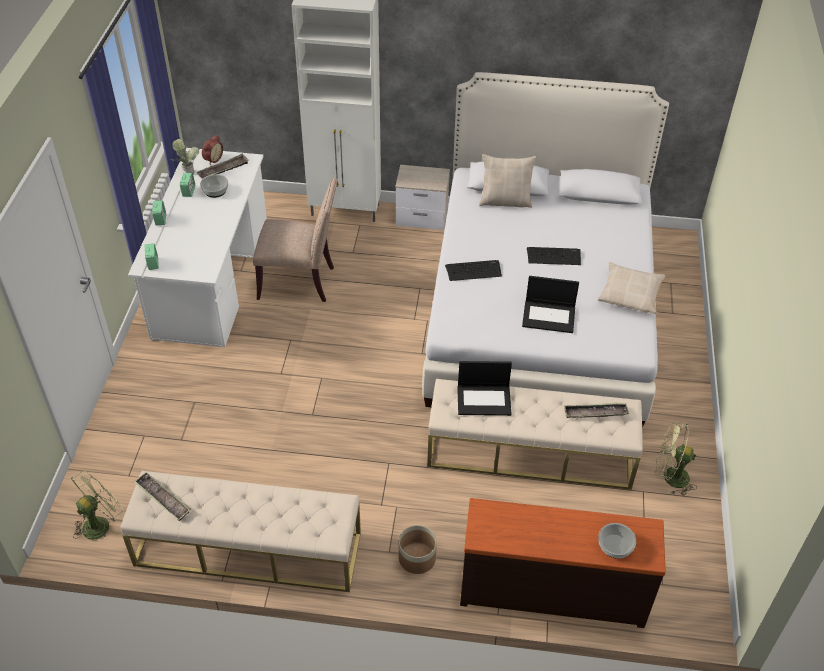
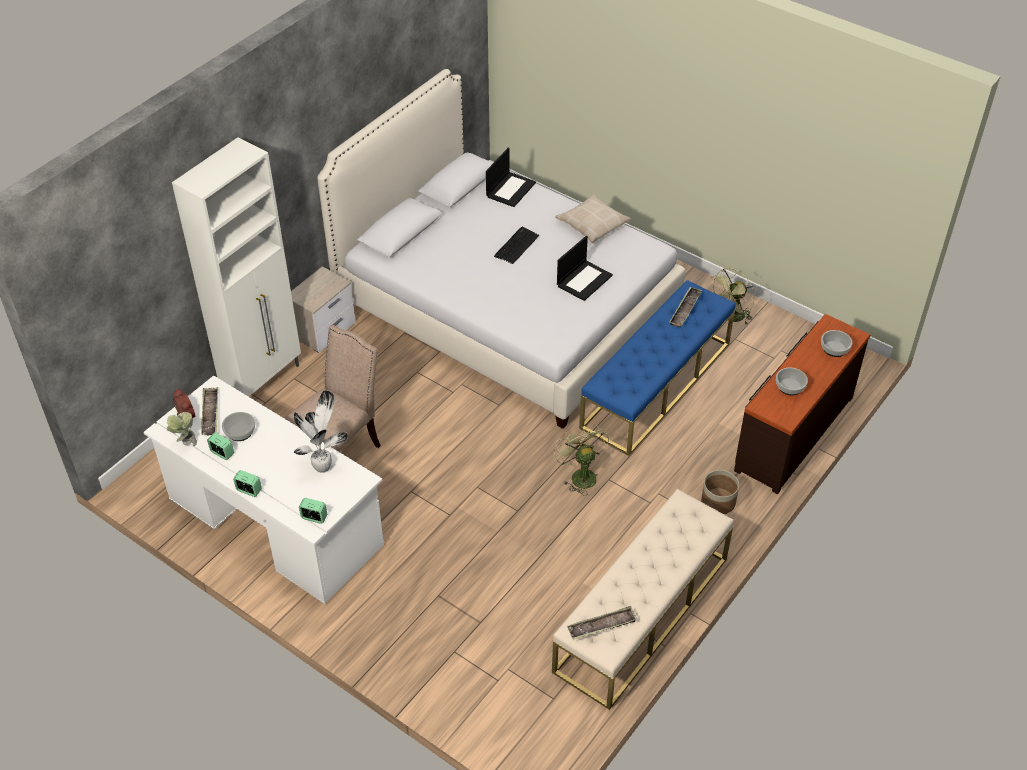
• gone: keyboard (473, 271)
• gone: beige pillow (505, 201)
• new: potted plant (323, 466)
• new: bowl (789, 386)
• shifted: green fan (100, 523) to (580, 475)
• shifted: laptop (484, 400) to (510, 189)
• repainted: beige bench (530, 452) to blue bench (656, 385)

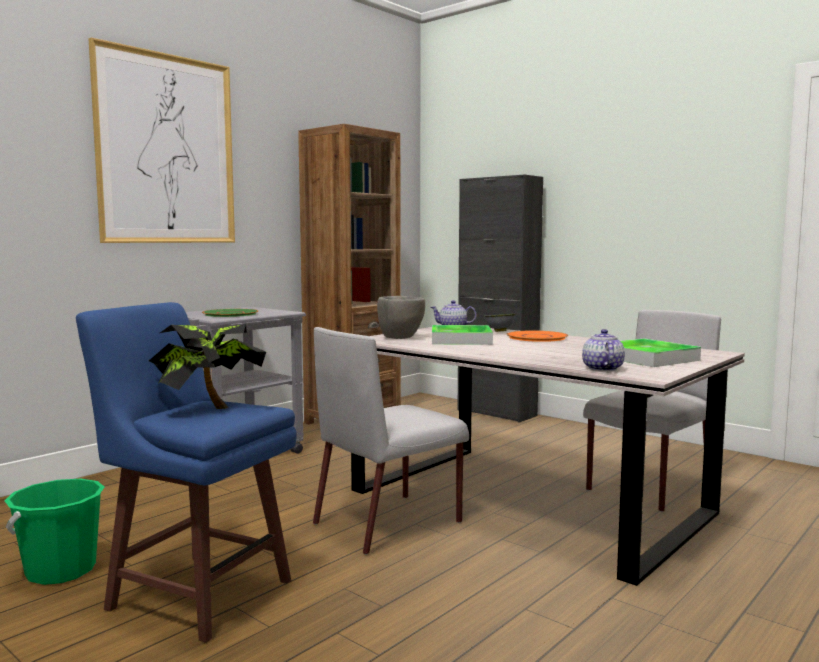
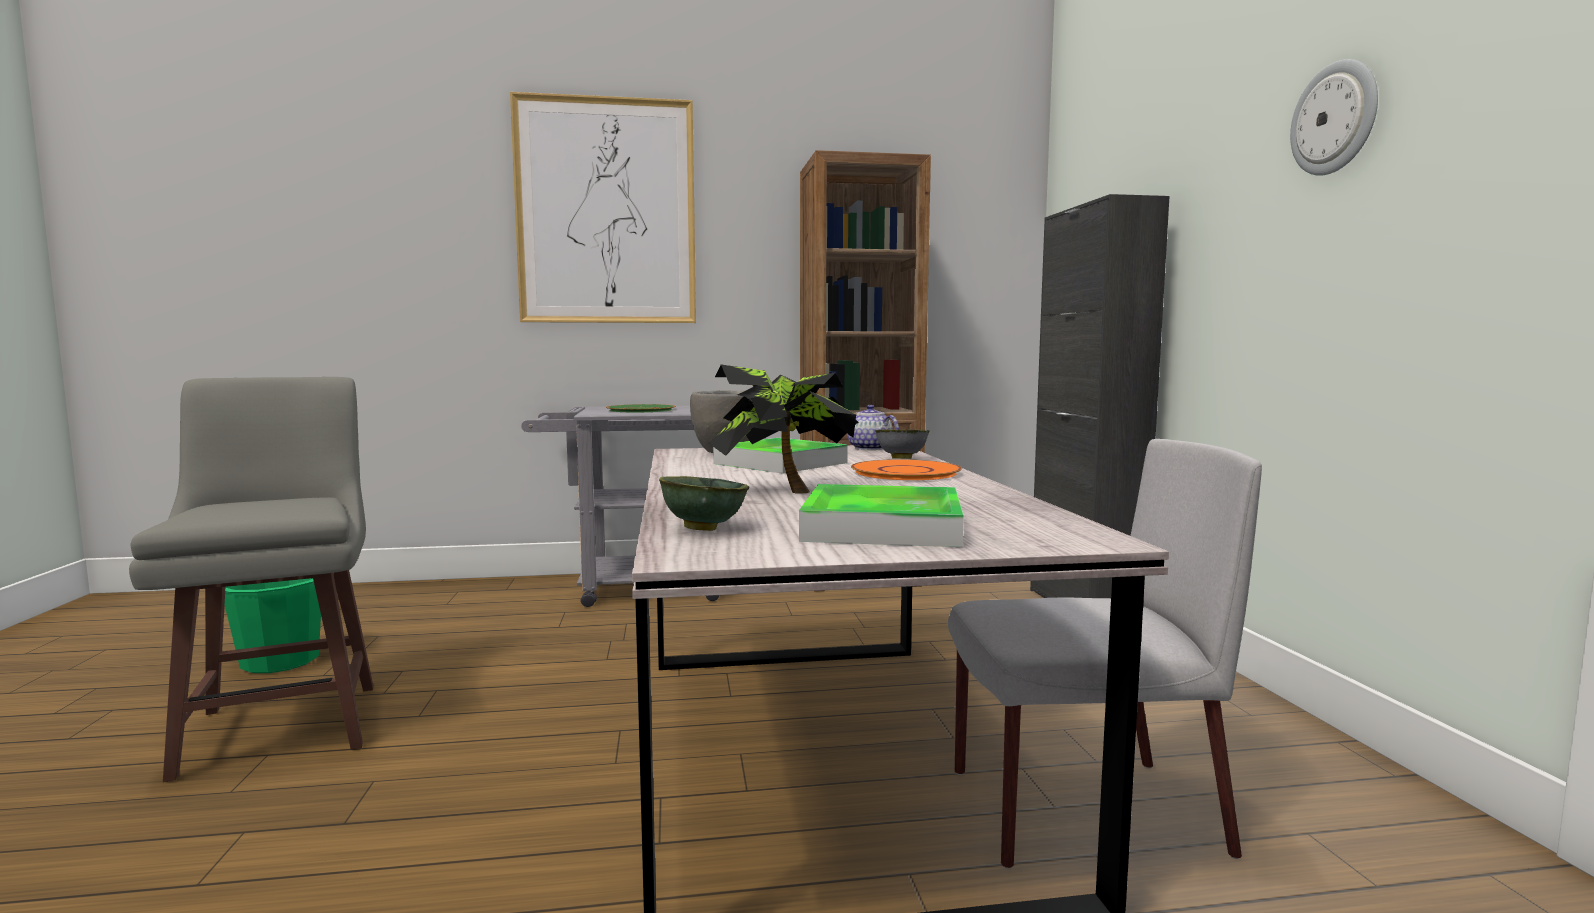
• gone: grey chair (389, 522)
• new: wall clock (1335, 118)
• shifted: potted plant (207, 408) to (783, 490)
• swapped: teapot (602, 369) to green bowl (702, 528)
• repainted: blue stool (197, 593) to grey stool (285, 726)

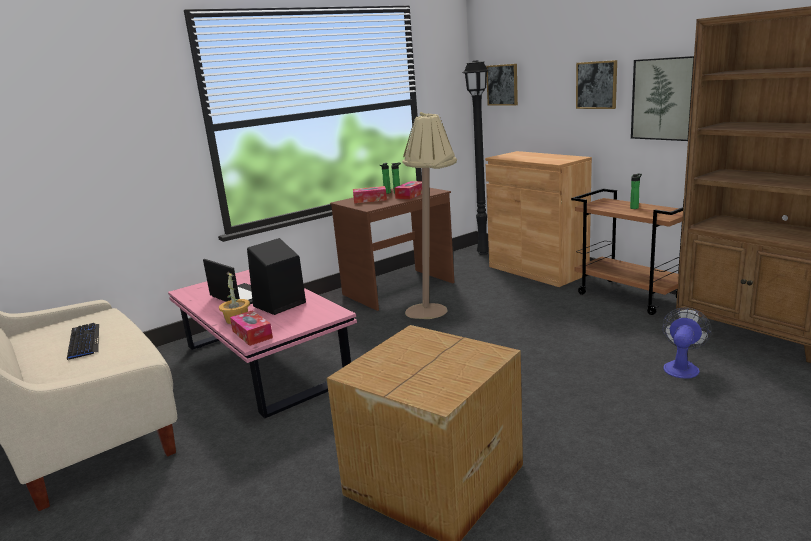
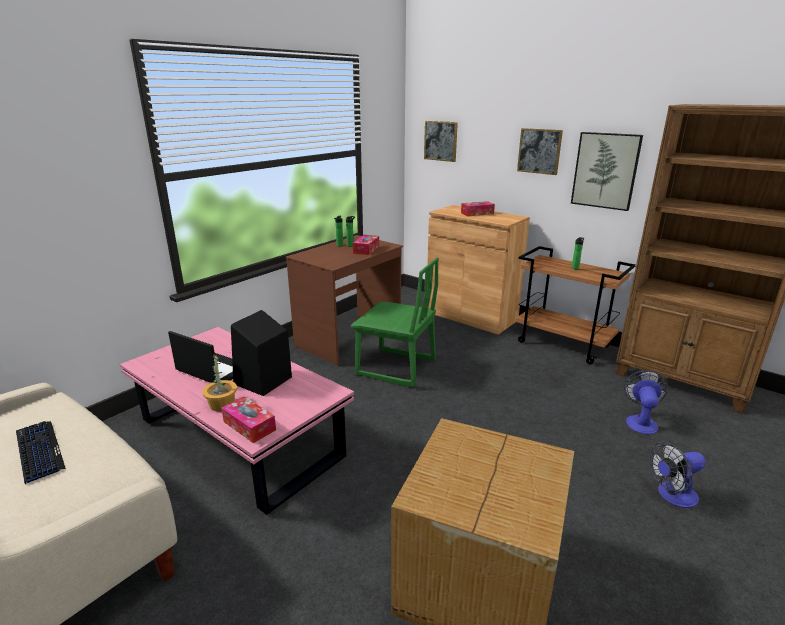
• gone: black floor lamp (484, 253)
• new: fan (672, 496)
• shifted: tissue box (370, 200) to (477, 213)
• swapped: beige floor lamp (434, 314) to green chair (395, 368)

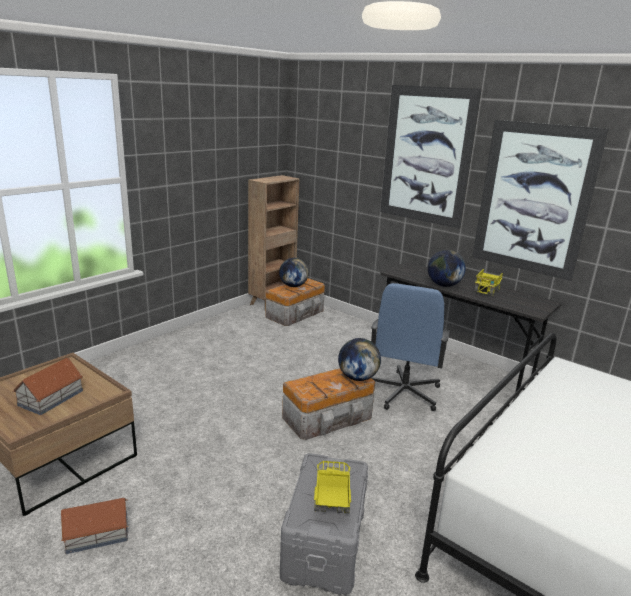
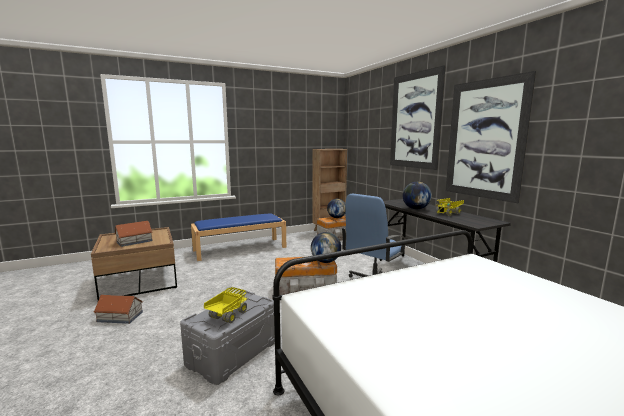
• new: blue bench (240, 248)

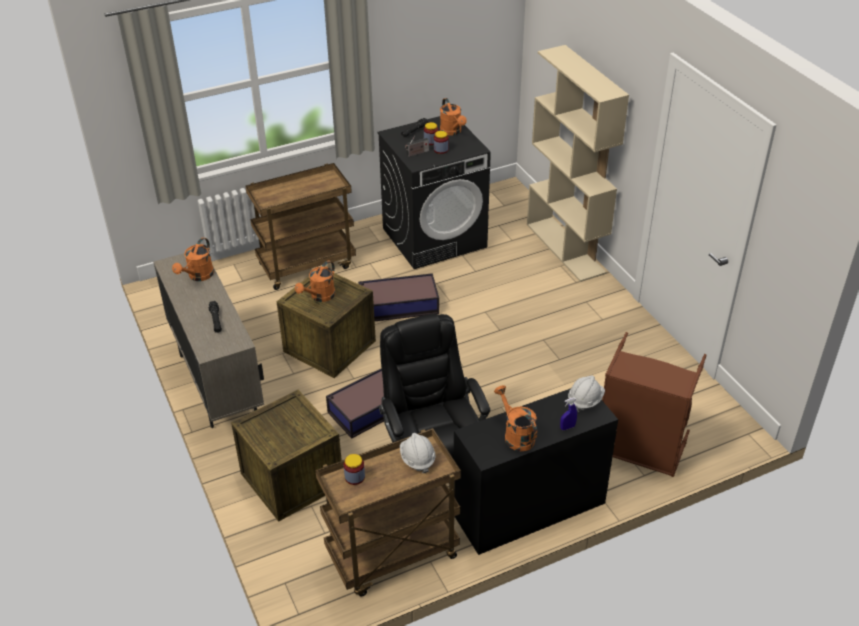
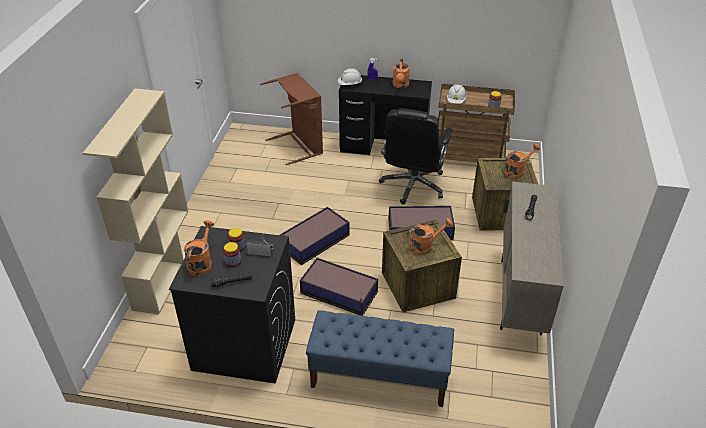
• new: storage box (314, 241)
• shifted: orange watering can (198, 276) to (516, 171)
• swapped: brown cart (307, 264) to blue bench (379, 377)

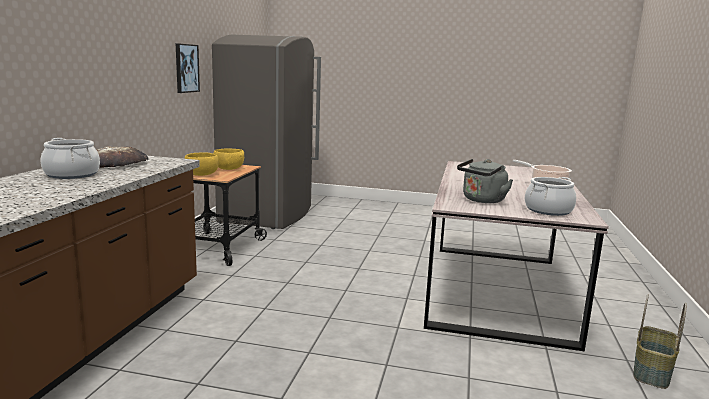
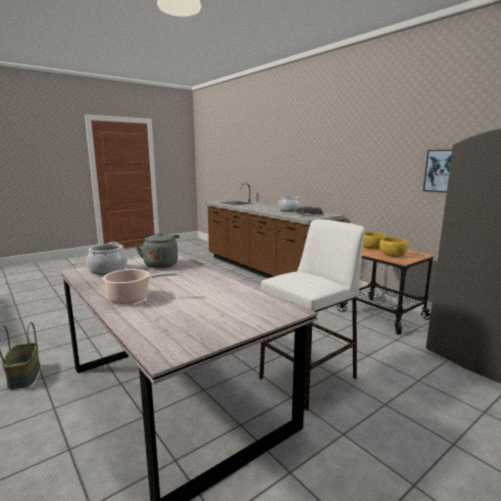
• new: white stool (308, 377)

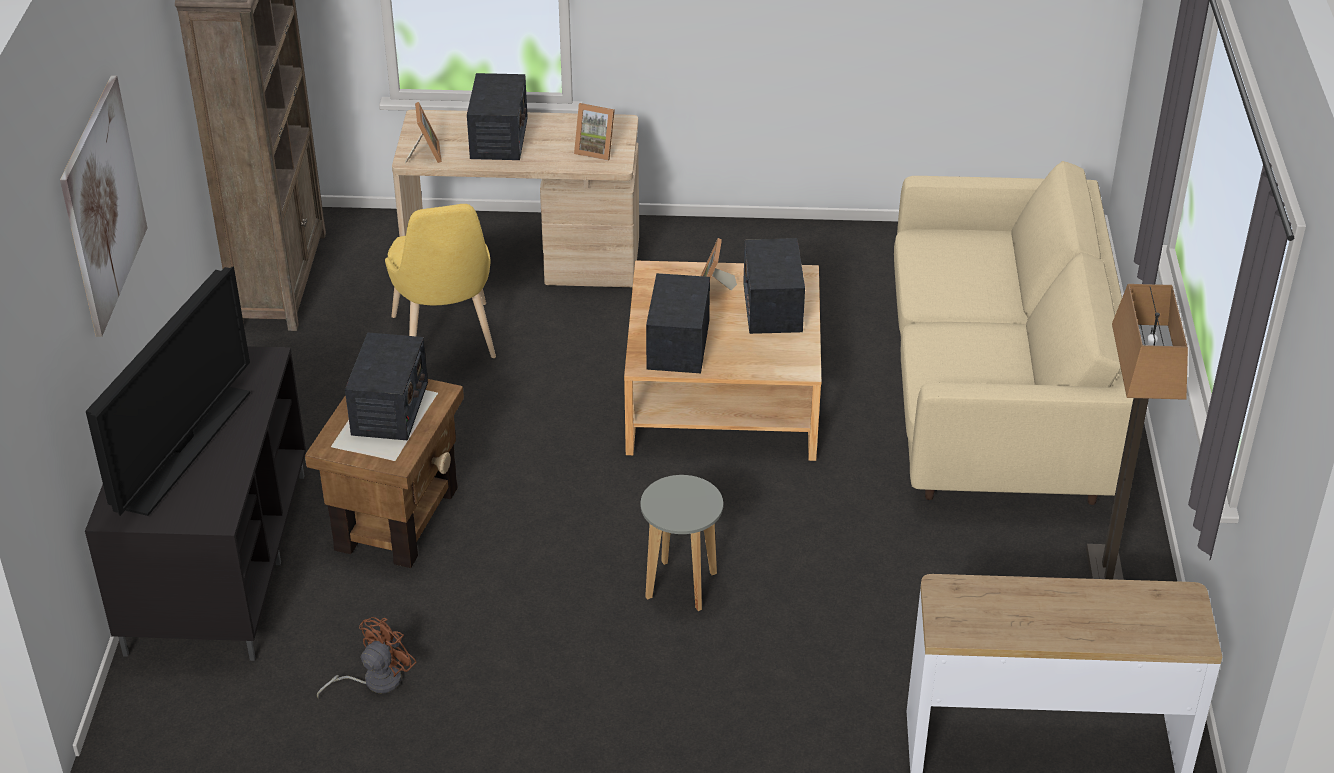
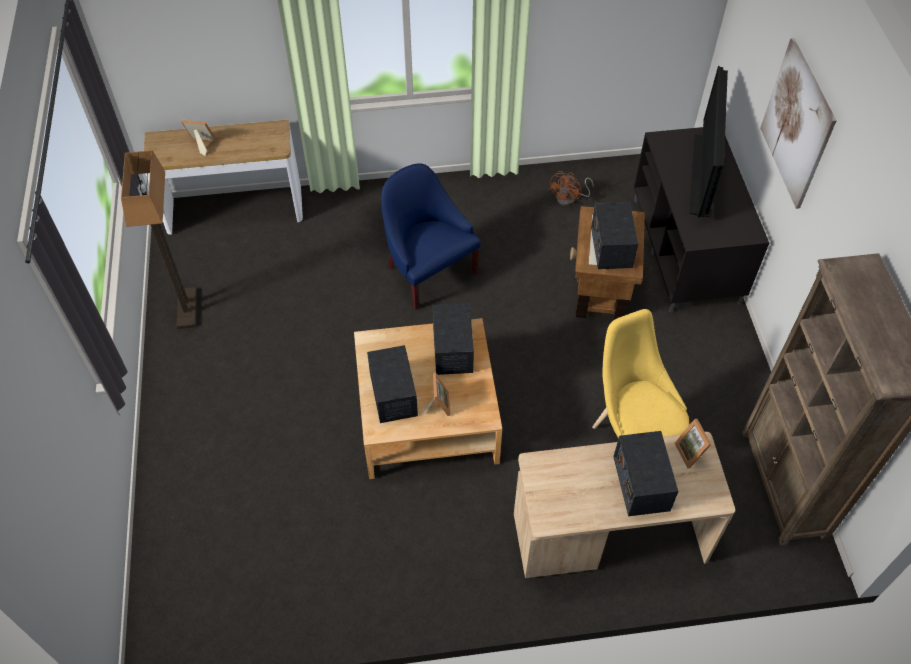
• gone: beige sofa (998, 399)
• shifted: picture frame (596, 150) to (201, 145)
• swapped: grey stool (681, 586) to blue armchair (427, 271)

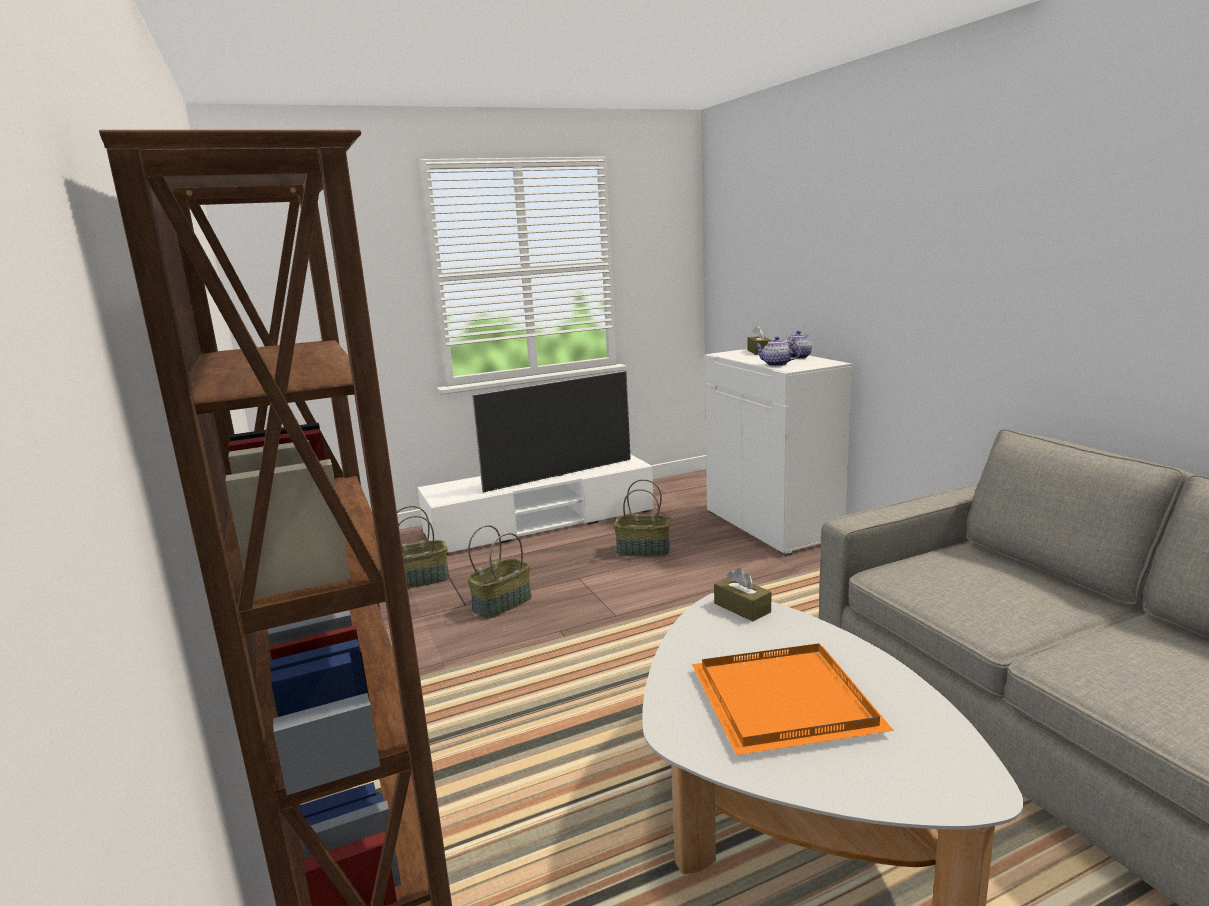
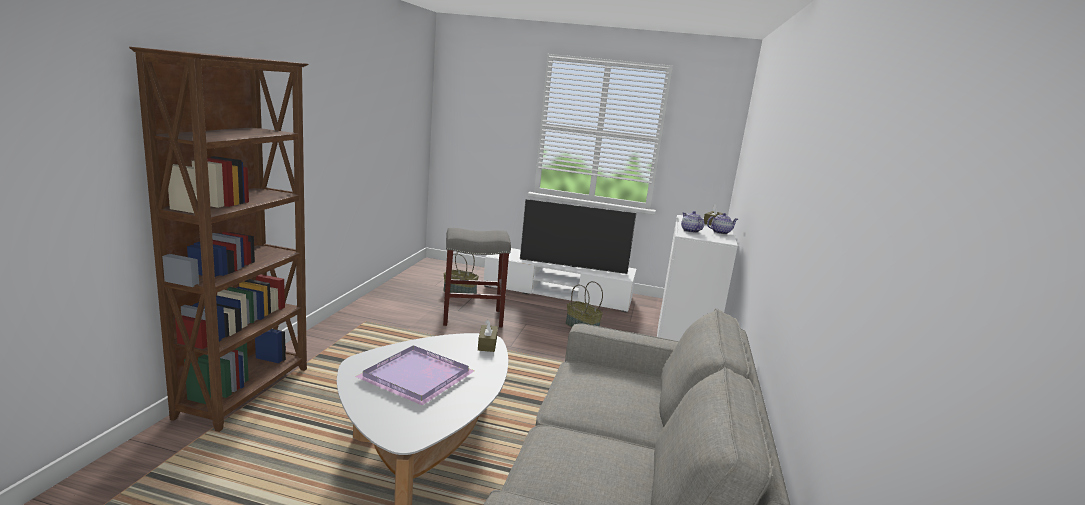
• swapped: basket (502, 603) to grey stool (473, 317)
• repainted: orange tray (786, 699) to purple tray (419, 377)

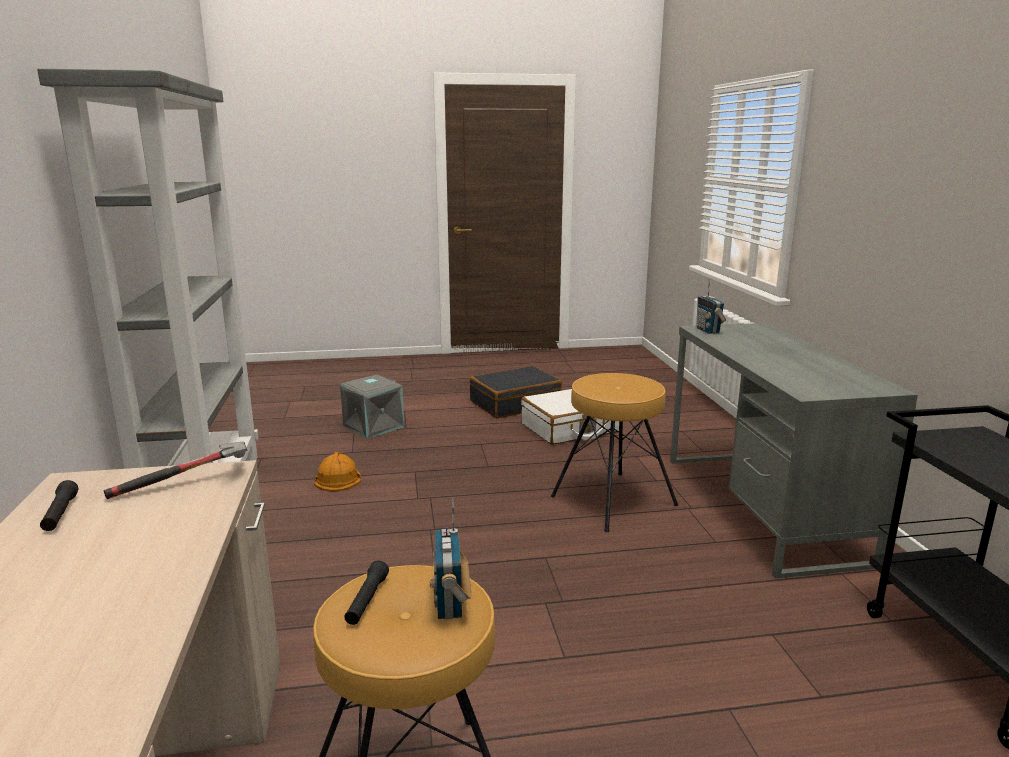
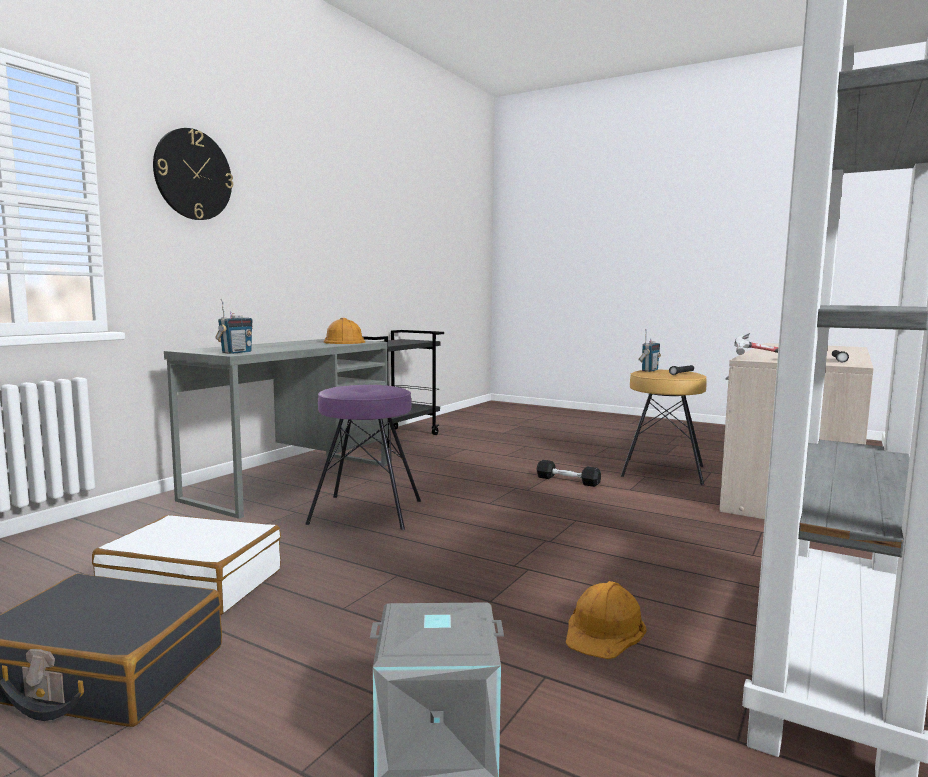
• new: wall clock (193, 175)
• new: orange hard hat (342, 342)
• new: black dumbbell (567, 481)
• repainted: brown stool (612, 500) to purple stool (366, 512)

